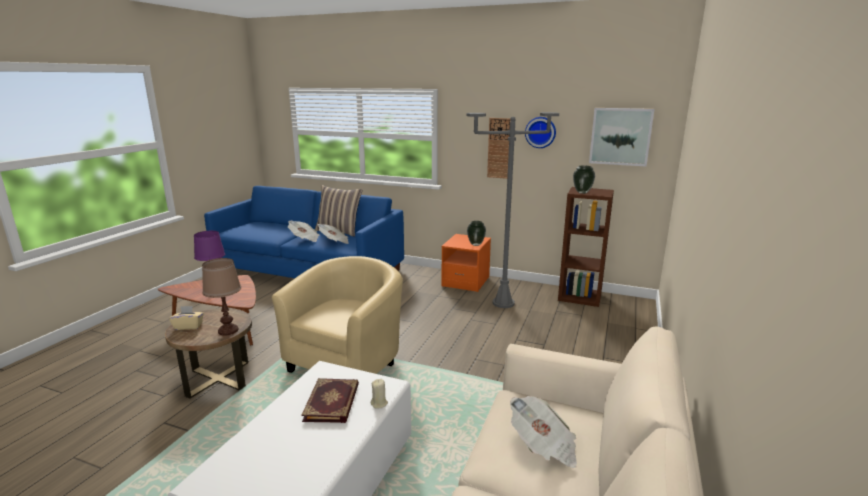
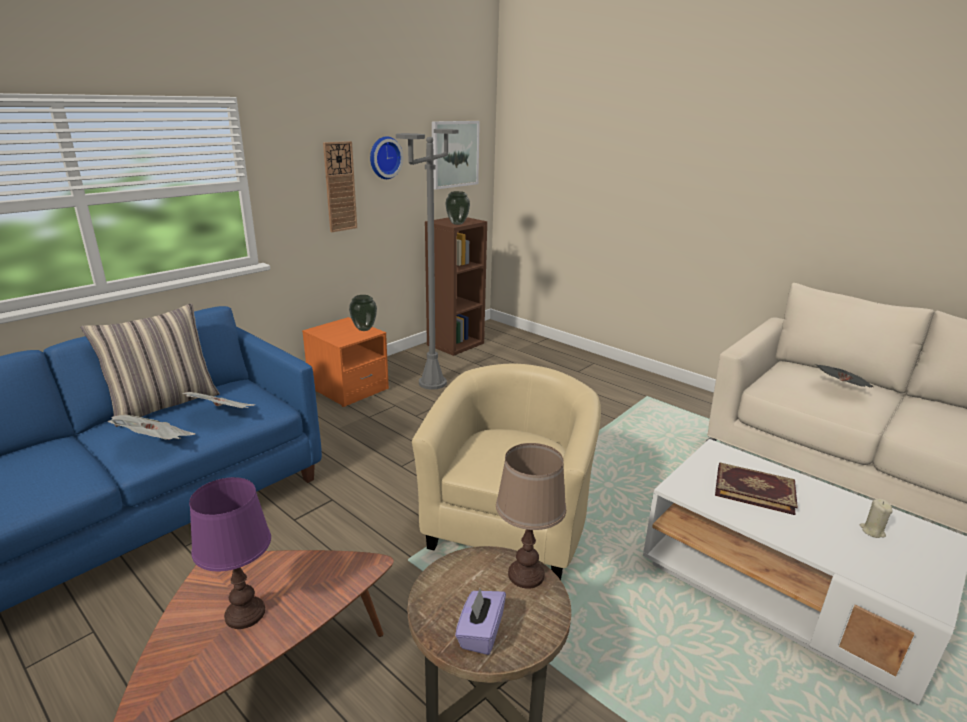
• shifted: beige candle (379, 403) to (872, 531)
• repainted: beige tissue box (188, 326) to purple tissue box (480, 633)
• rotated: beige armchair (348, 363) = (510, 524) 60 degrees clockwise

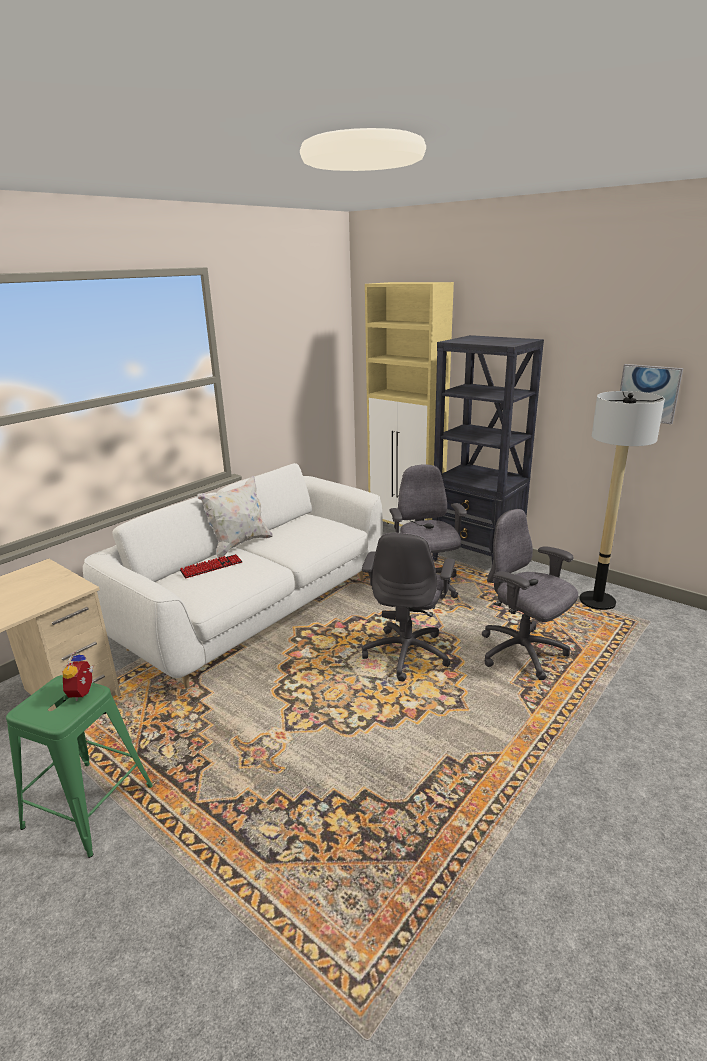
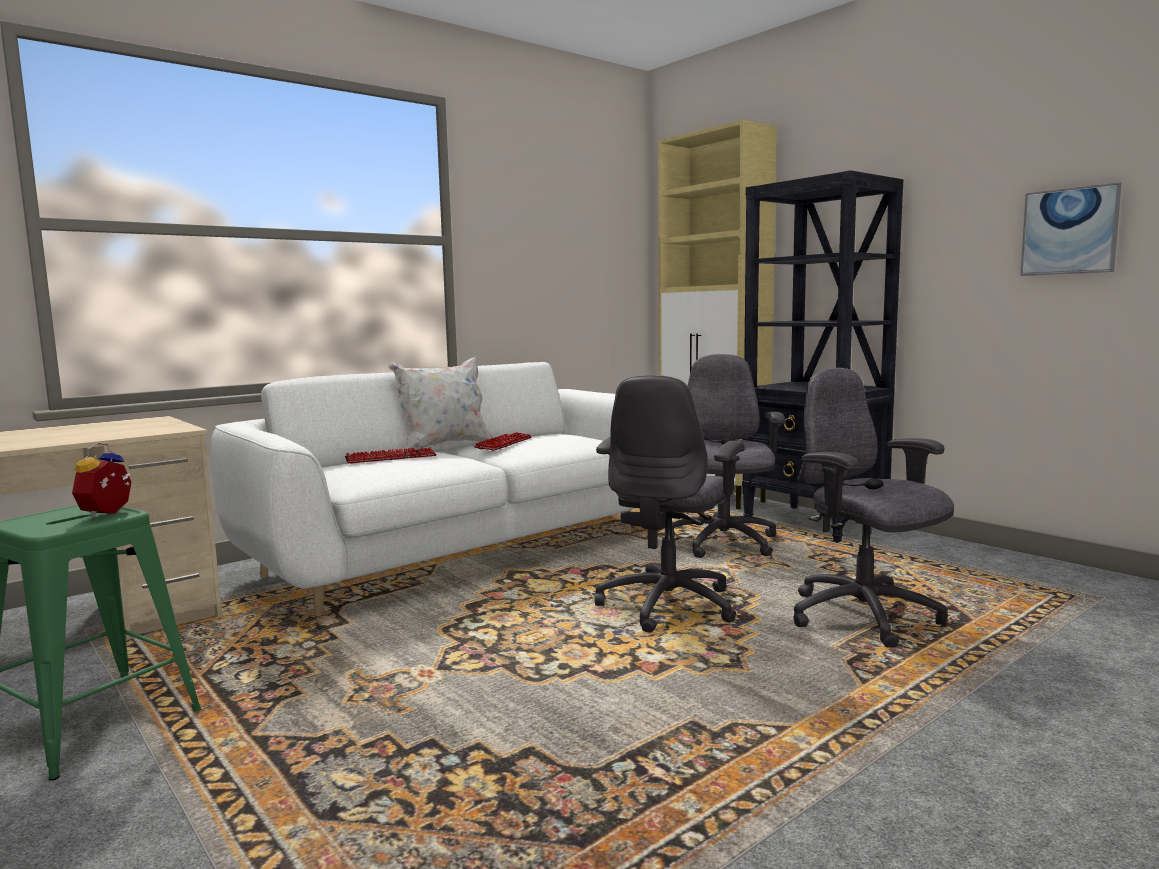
• gone: floor lamp (597, 601)
• new: keyboard (504, 443)

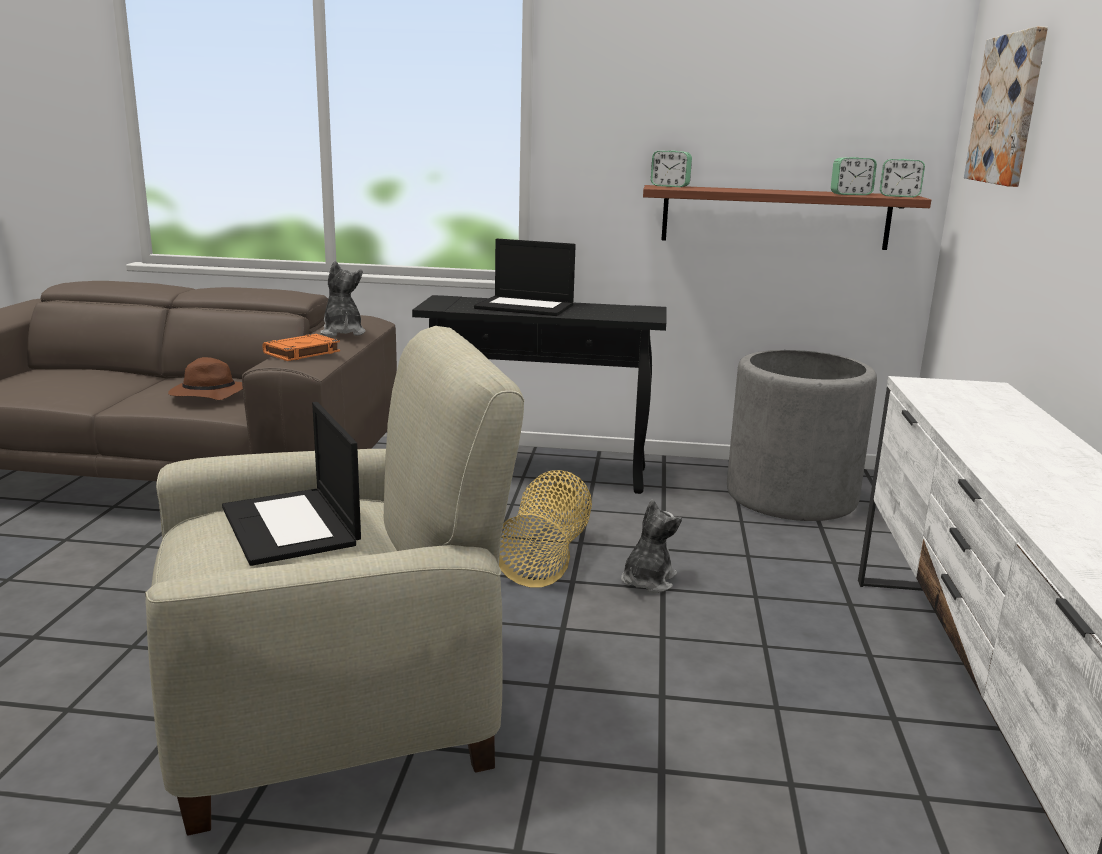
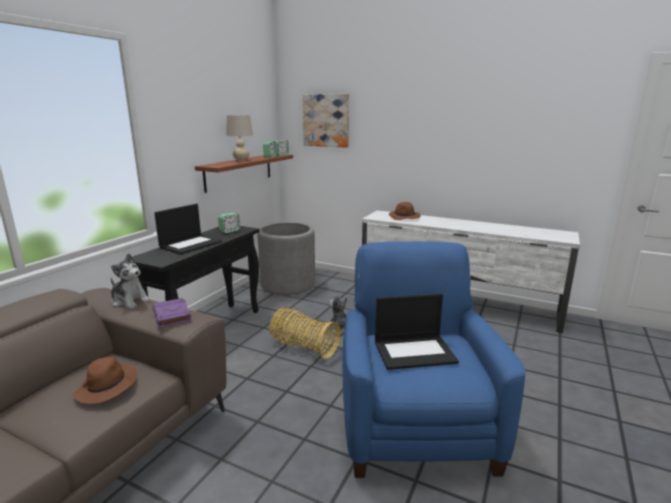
• new: beige table lamp (241, 160)
• new: brown hat (404, 217)
• shifted: alarm clock (670, 186) to (229, 231)
• repainted: beige armchair (335, 709) to blue armchair (415, 425)
• repainted: orange book (301, 352) to purple book (172, 316)
• rotated: plush toy (342, 333) = (130, 301) 150 degrees counterclockwise

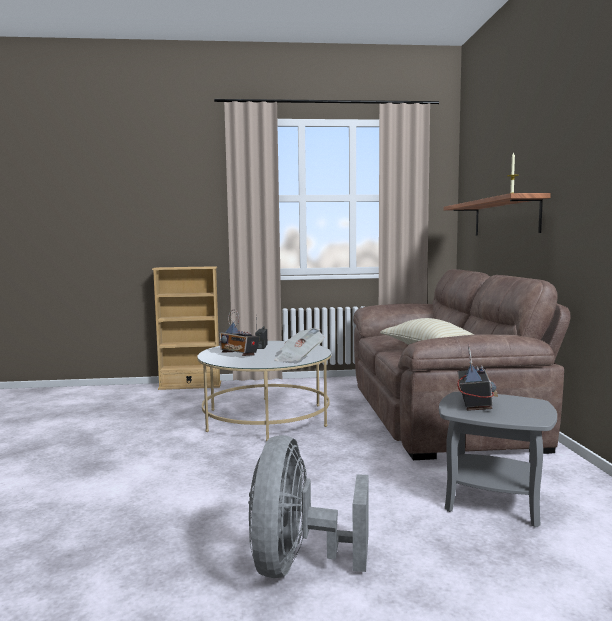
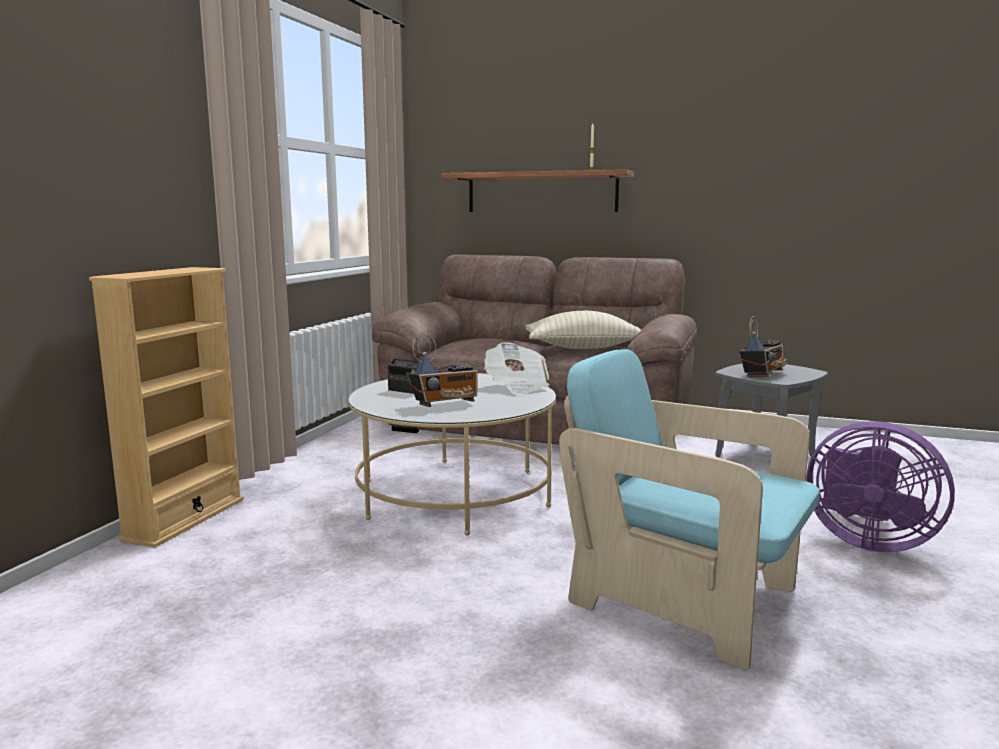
• new: turquoise armchair (683, 600)
• repainted: grey fan (298, 564) to purple fan (867, 541)
• rotated: radio (475, 404) = (762, 374) 90 degrees clockwise

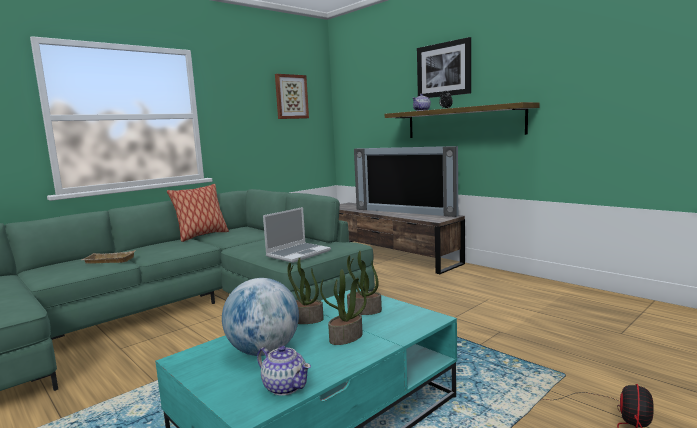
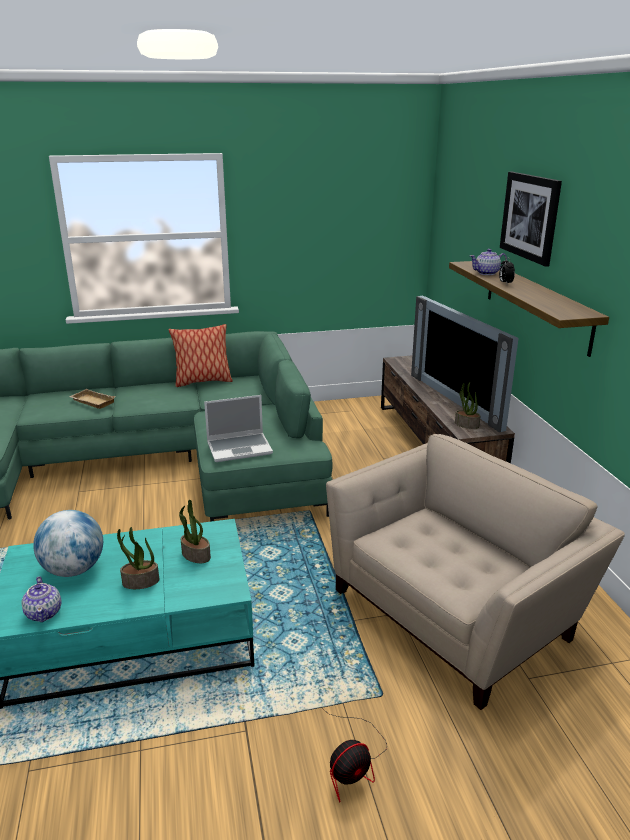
• gone: picture (291, 97)
• new: beige armchair (455, 611)
• shifted: potted plant (305, 320) to (466, 425)

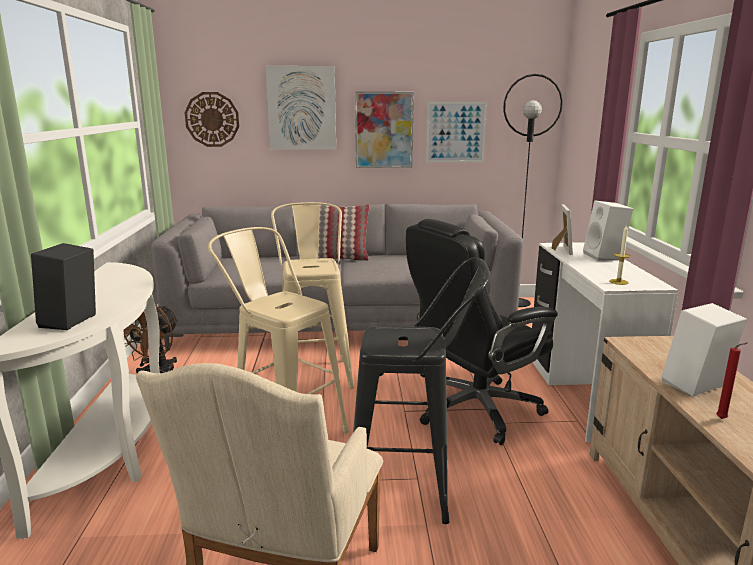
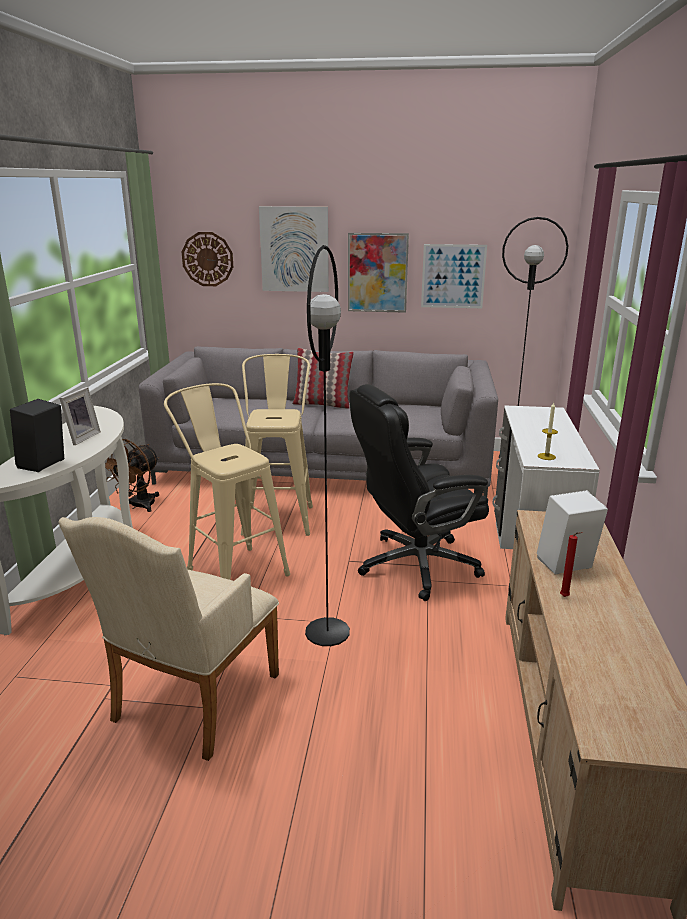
• gone: white speaker (605, 257)
• shifted: picture frame (560, 250) to (81, 438)
• swapped: black stool (413, 490) to black floor lamp (327, 632)

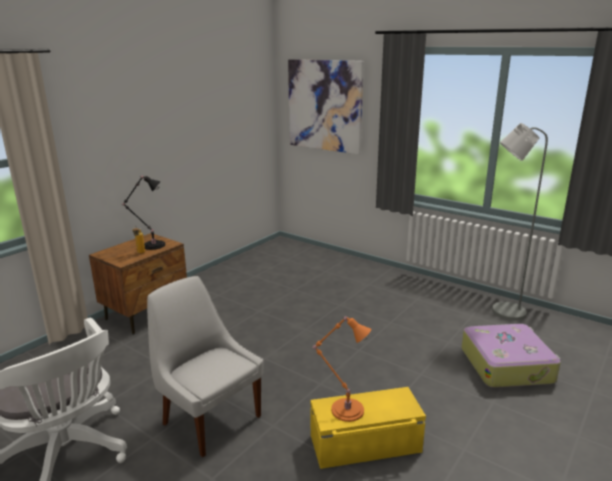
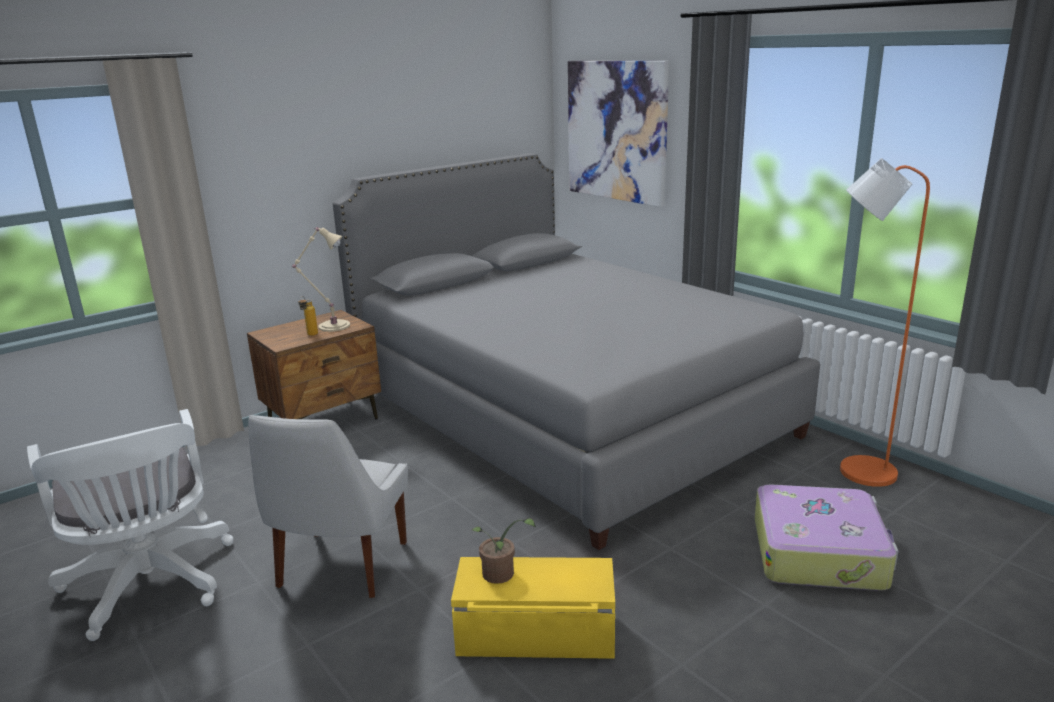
• new: grey bed (566, 415)
• swapped: orange table lamp (344, 409) to potted plant (501, 576)
• repainted: black table lamp (152, 245) to beige table lamp (331, 326)
• repainted: grey floor lamp (502, 312) to orange floor lamp (856, 471)
• rotated: white chair (209, 418) = (341, 567) 135 degrees counterclockwise

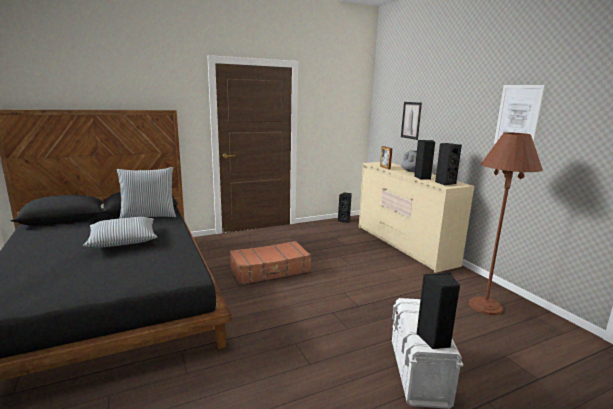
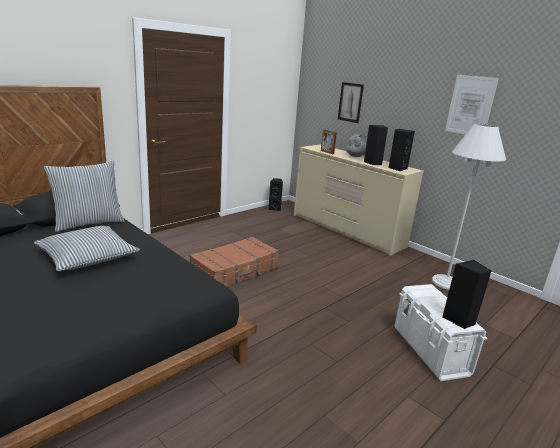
• repainted: brown floor lamp (485, 306) to white floor lamp (446, 282)

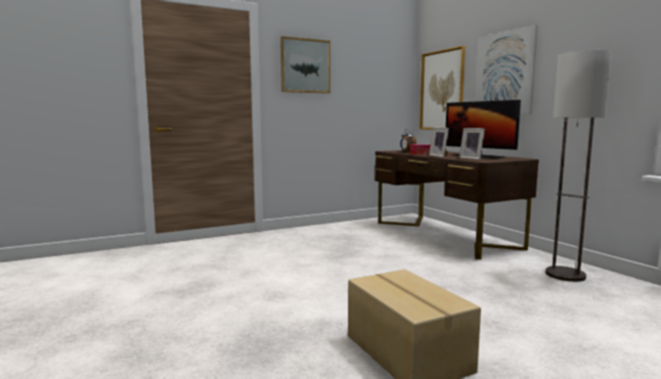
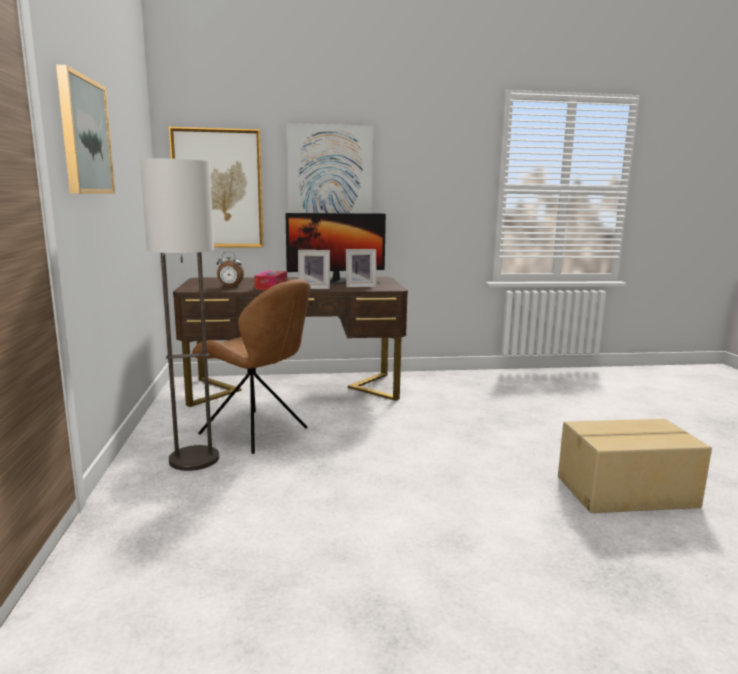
• new: brown chair (256, 432)
• shifted: floor lamp (565, 275) to (194, 459)

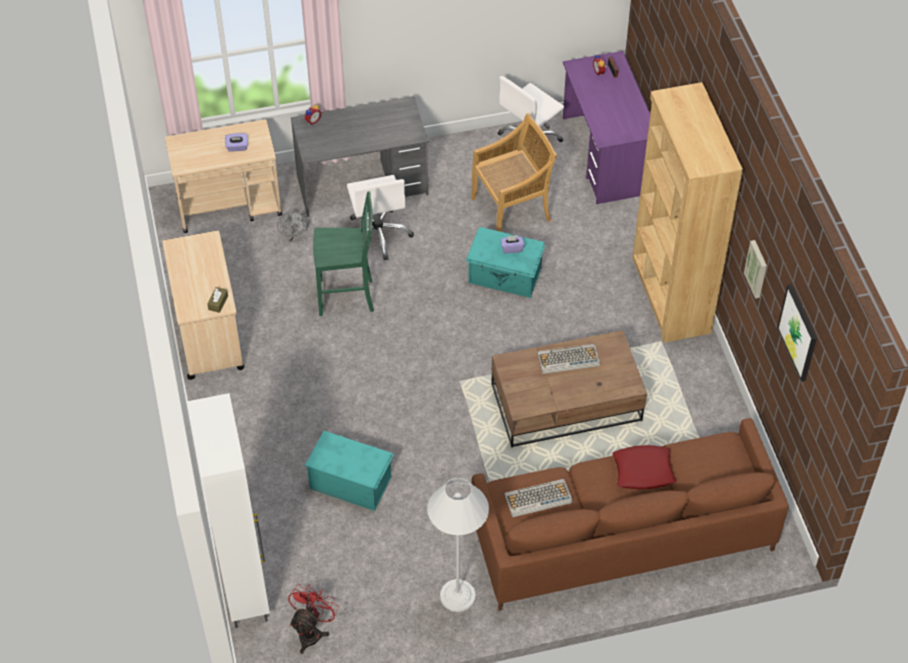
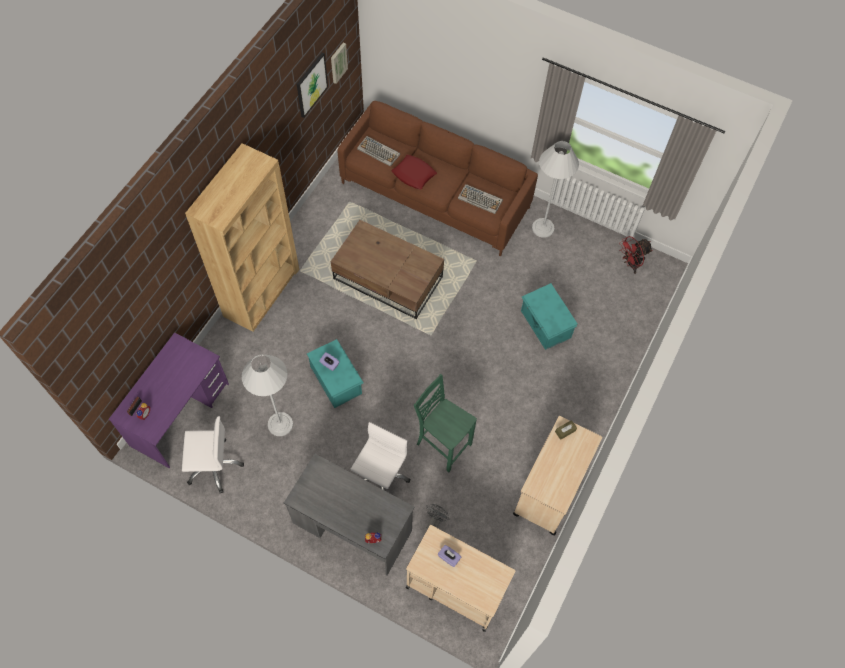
• gone: white cabinet (245, 589)
• shifted: keyboard (567, 359) to (379, 151)
• shifted: picture (757, 268) to (338, 62)
• swapped: beige chair (512, 209) to white floor lamp (280, 424)

